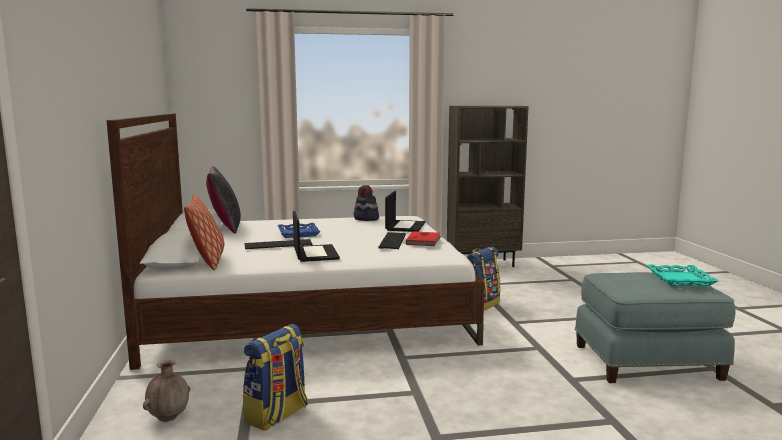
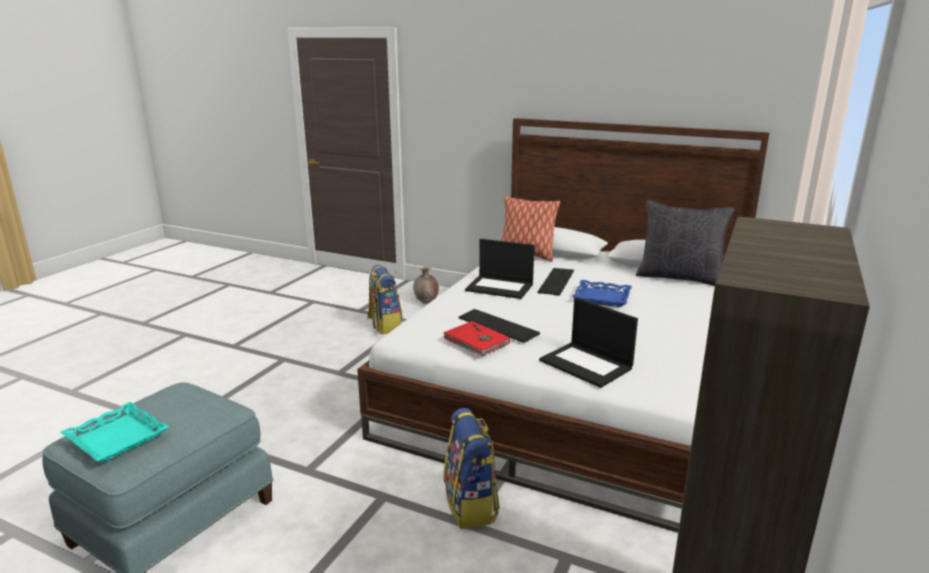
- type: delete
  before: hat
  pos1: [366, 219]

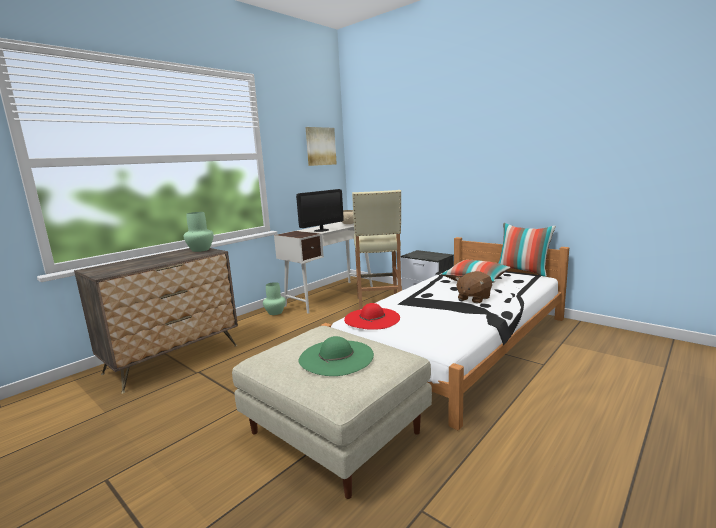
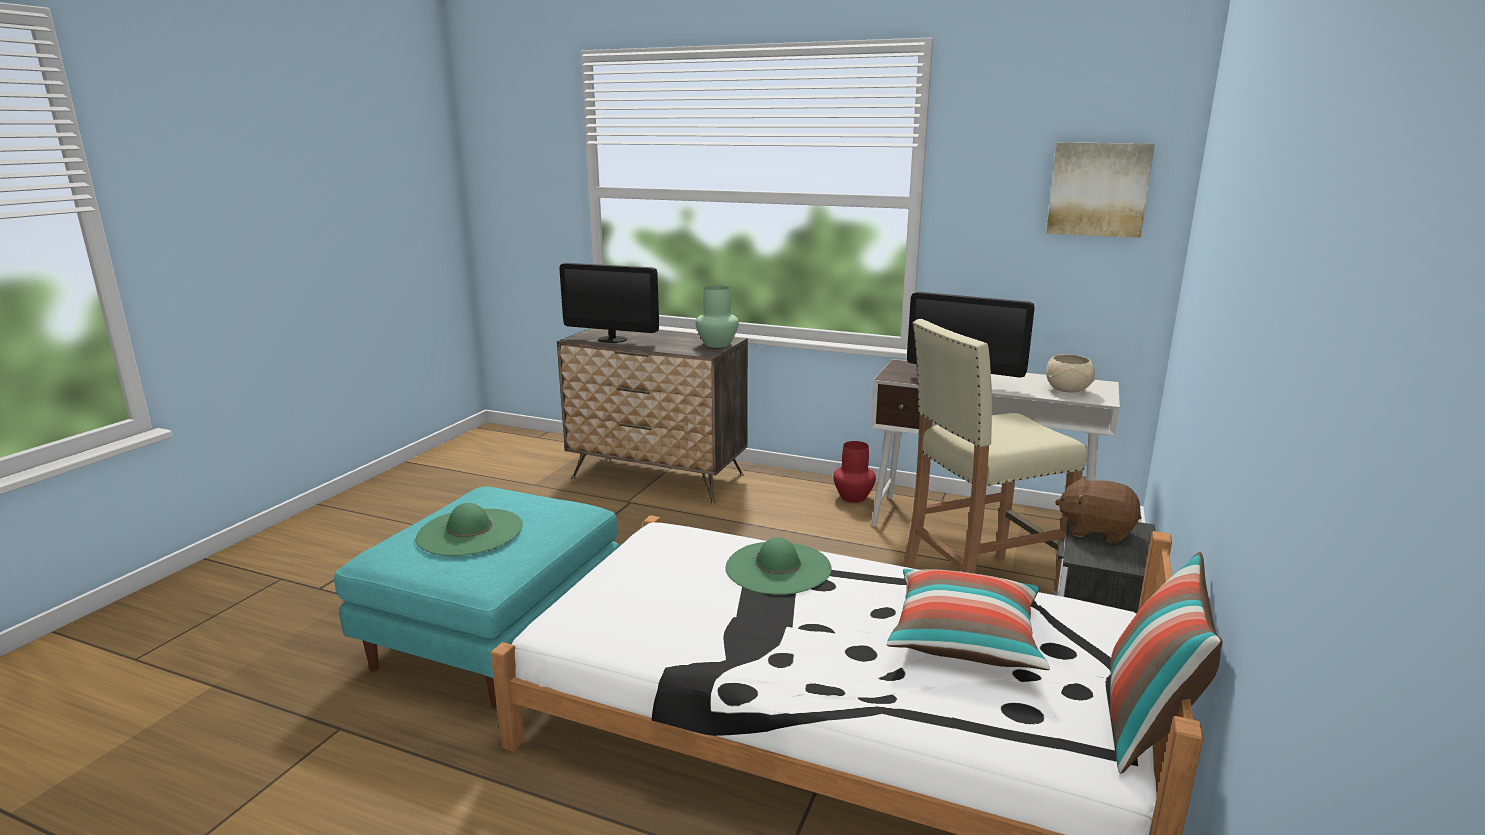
- type: recolor
  before: beige pouffe
  after: blue-green pouffe
  pos1: [337, 433]
  pos2: [494, 636]
- type: insert
  after: computer display
  pos2: [612, 339]
- type: insert
  after: green-coloured hat
  pos2: [778, 568]
- type: recolor
  before: green-coloured vase
  after: red vase
  pos1: [275, 312]
  pos2: [854, 497]
- type: move
  before: brown-coloured soft toy
  pos1: [473, 298]
  pos2: [1096, 531]
- type: delete
  before: red hat
  pos1: [372, 318]

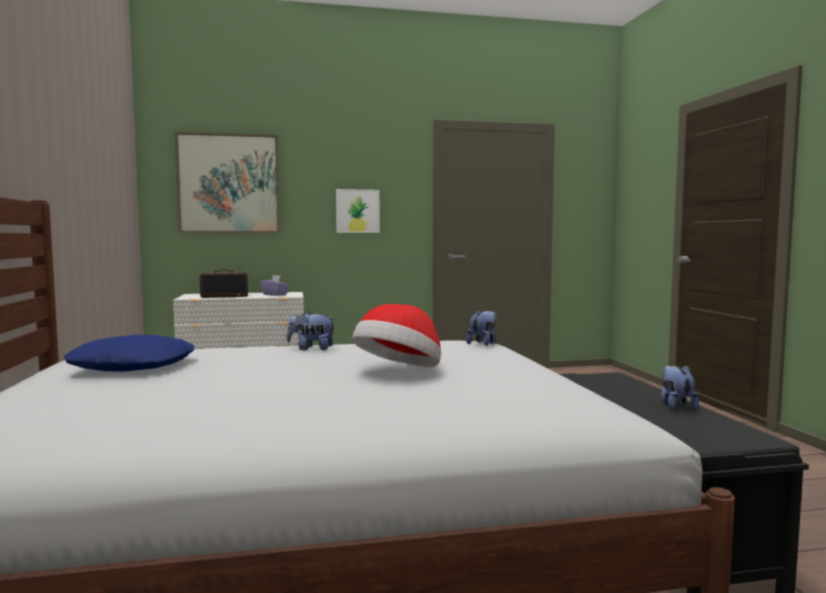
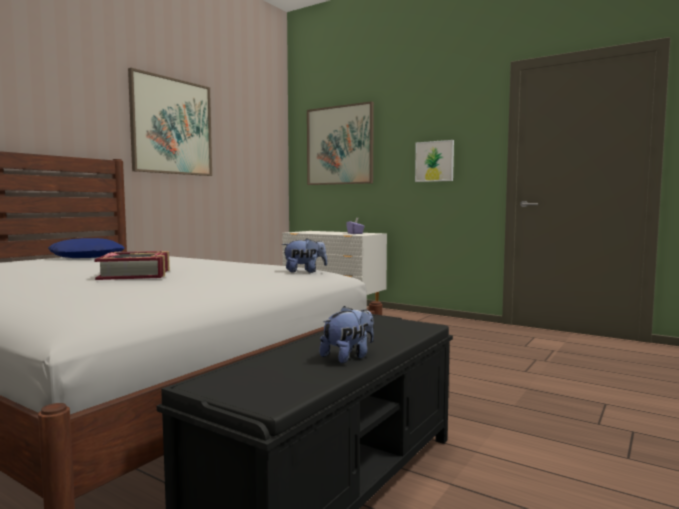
- type: replace
  before: hat
  after: volume
  pos1: [399, 372]
  pos2: [136, 274]
- type: insert
  after: picture
  pos2: [172, 126]
- type: delete
  before: radio
  pos1: [225, 296]
- type: delete
  before: soft toy
  pos1: [311, 349]

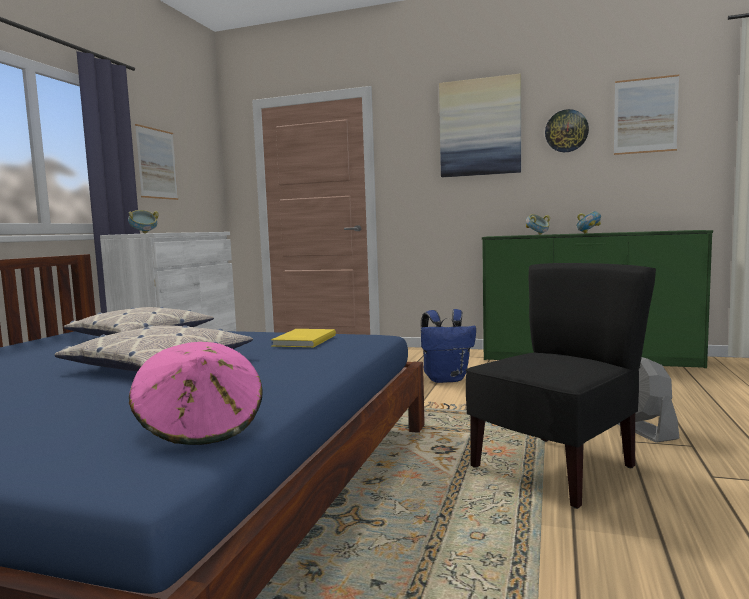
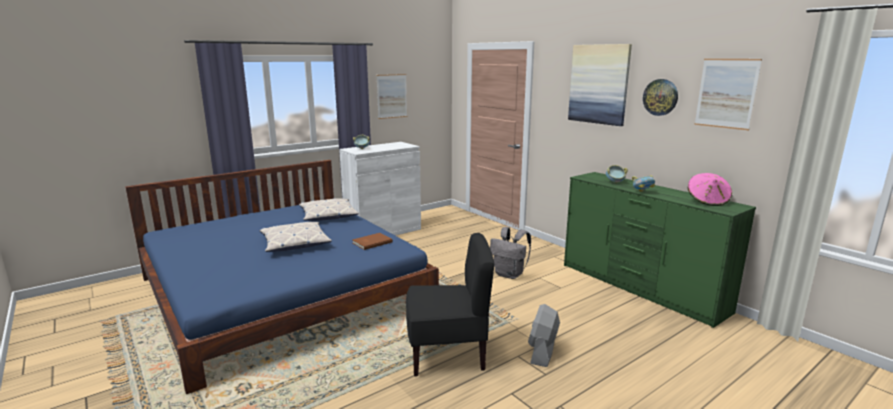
- type: recolor
  before: yellow volume
  after: brown-coloured volume
  pos1: [302, 340]
  pos2: [371, 242]
- type: recolor
  before: bluish knapsack
  after: greyish knapsack
  pos1: [446, 379]
  pos2: [510, 275]
- type: move
  before: pinkish hat
  pos1: [201, 428]
  pos2: [707, 201]

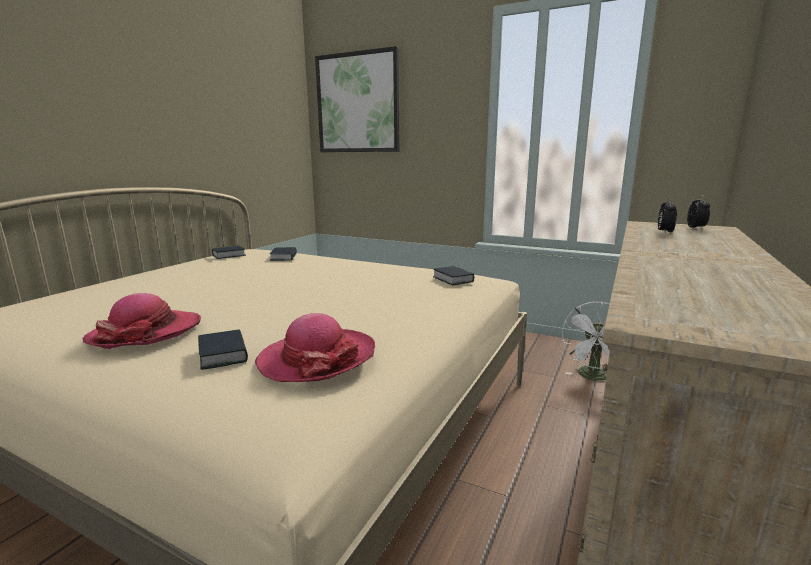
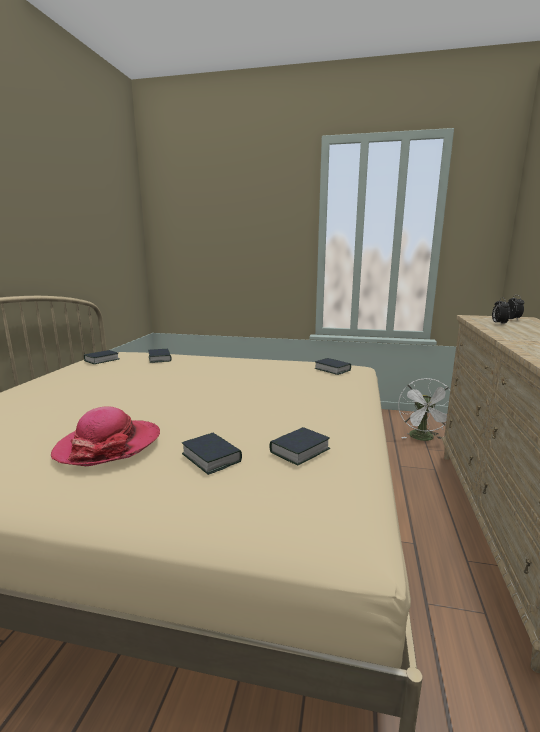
- type: replace
  before: hat
  after: volume
  pos1: [317, 358]
  pos2: [299, 451]
- type: delete
  before: picture
  pos1: [358, 103]

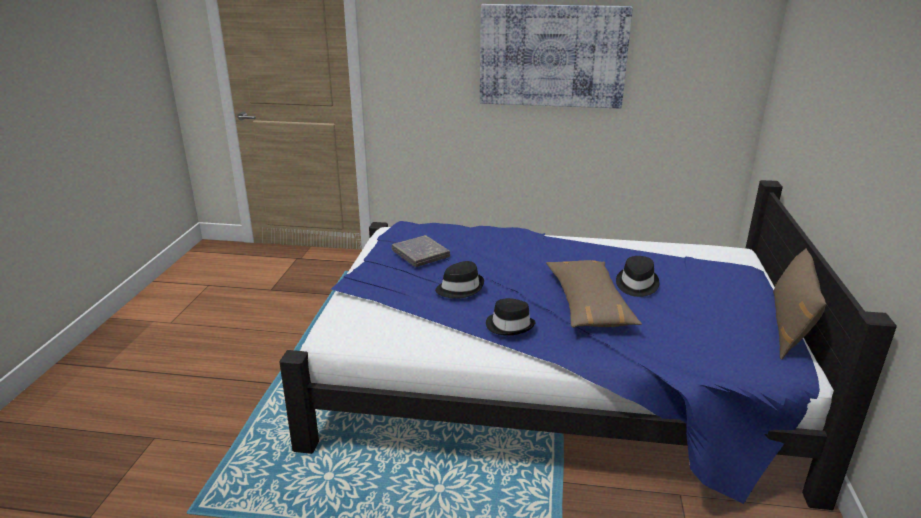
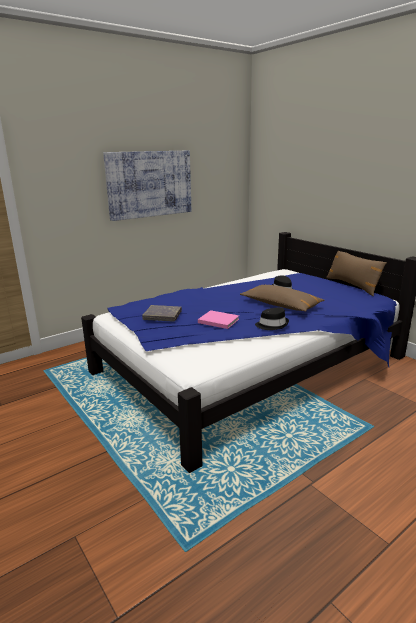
- type: replace
  before: black hat
  after: pinkish volume
  pos1: [460, 288]
  pos2: [217, 320]

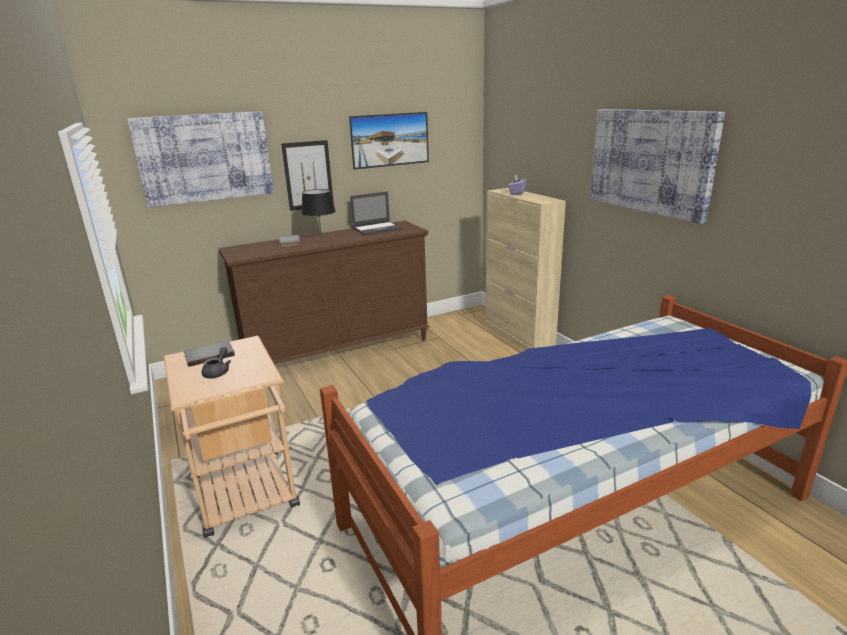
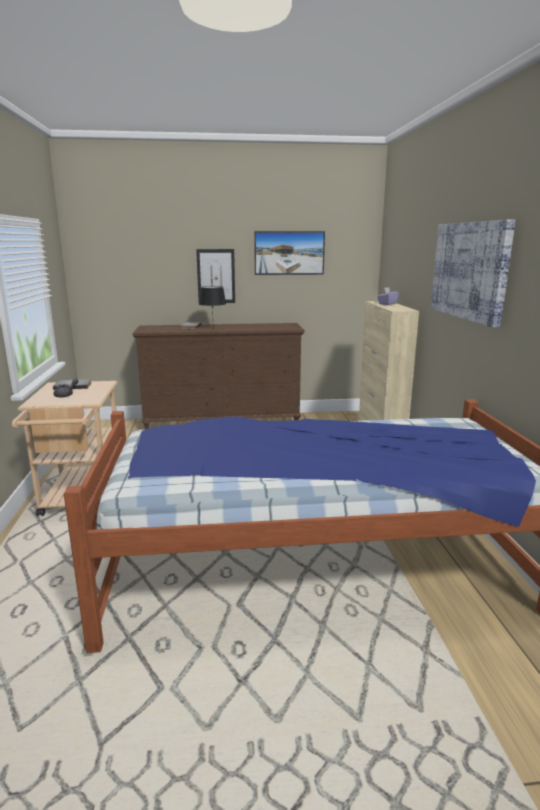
- type: delete
  before: picture
  pos1: [205, 157]
- type: delete
  before: laptop
  pos1: [377, 229]

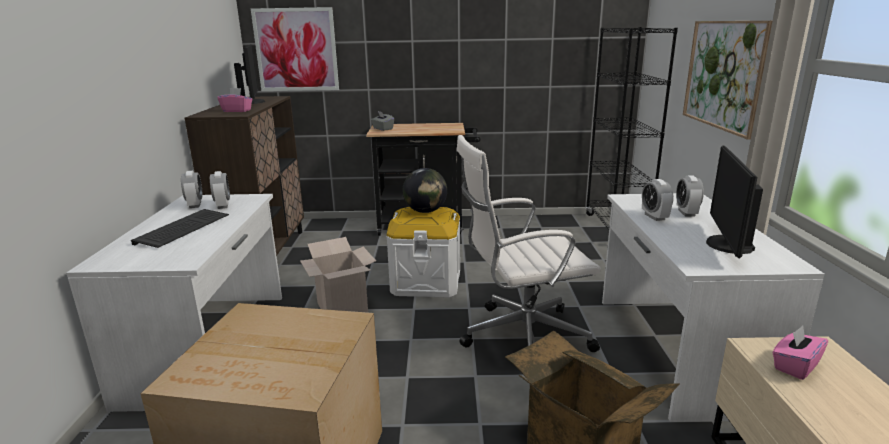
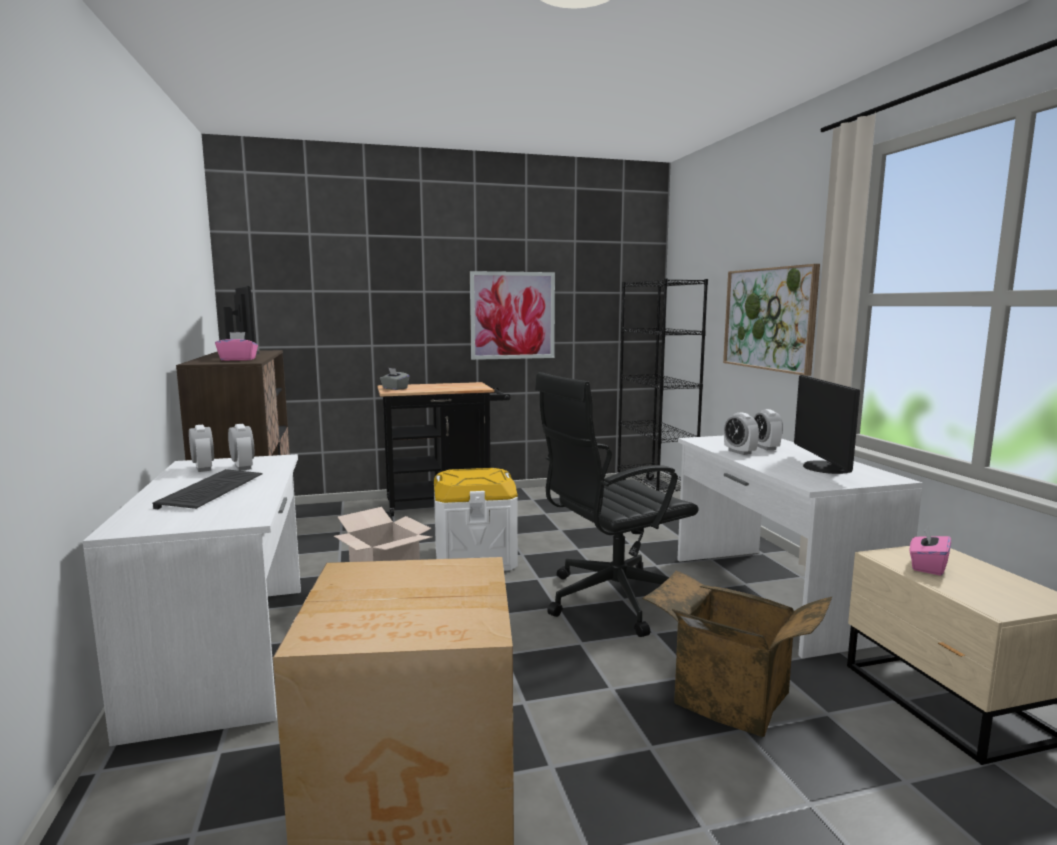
- type: move
  before: picture
  pos1: [296, 50]
  pos2: [512, 315]
- type: recolor
  before: whitish office chair
  after: black office chair
  pos1: [522, 337]
  pos2: [611, 600]
- type: delete
  before: world globe
  pos1: [425, 211]

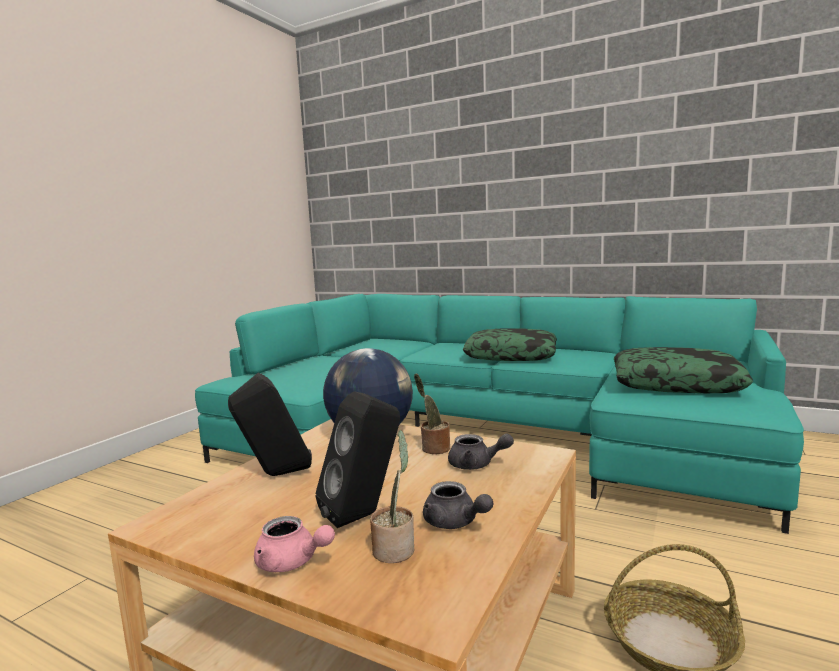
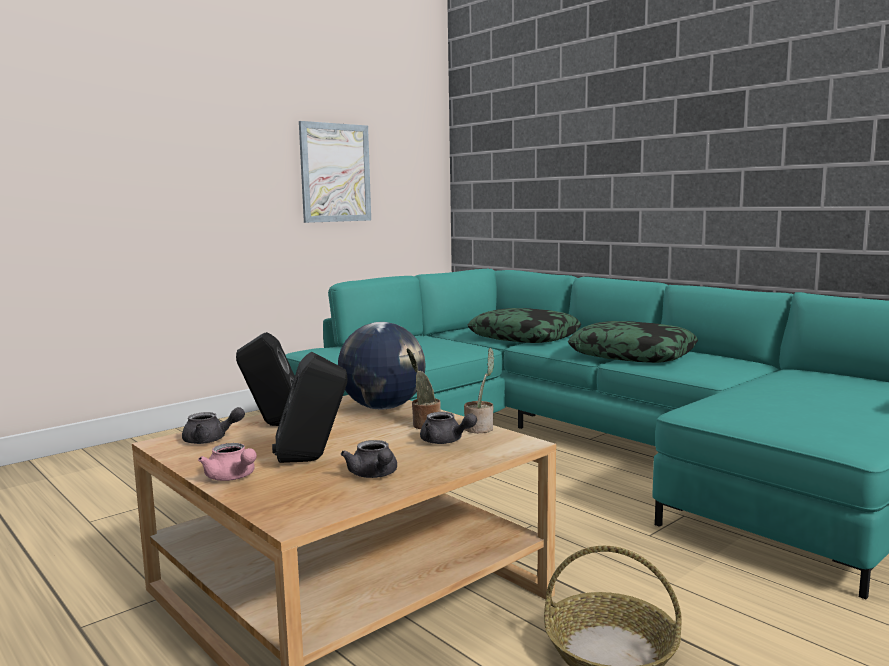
- type: insert
  after: greyish pot for tea
  pos2: [210, 440]
- type: insert
  after: picture
  pos2: [335, 173]
- type: move
  before: plant in a pot
  pos1: [395, 549]
  pos2: [480, 428]
- type: move
  before: cushion
  pos1: [675, 383]
  pos2: [524, 337]

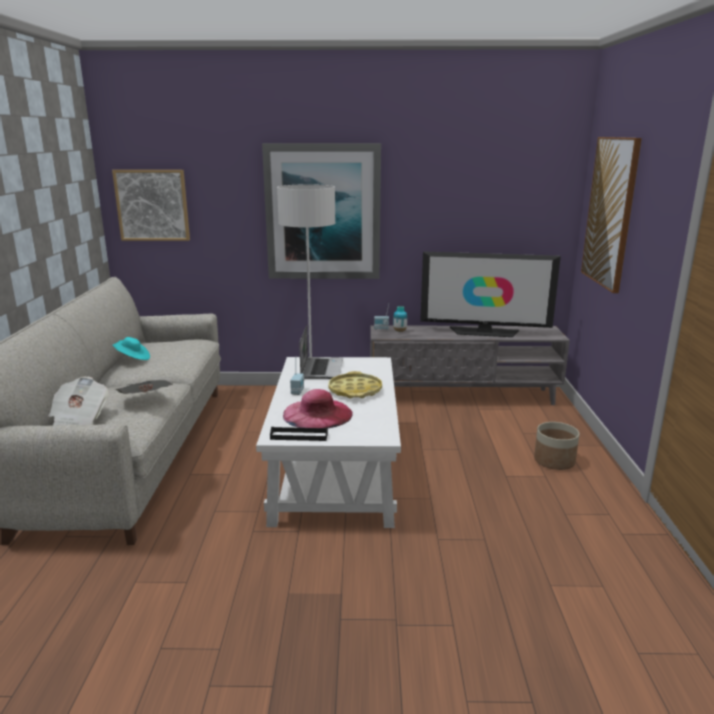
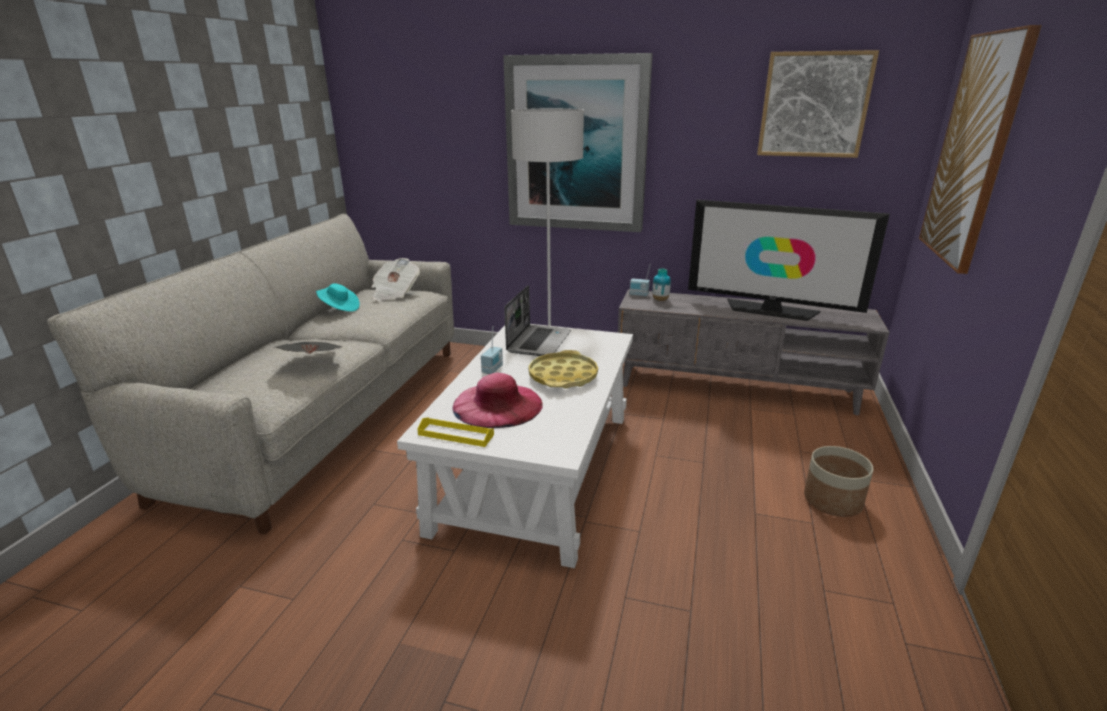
- type: move
  before: newspaper
  pos1: [78, 420]
  pos2: [395, 293]
- type: recolor
  before: black serving tray
  after: yellow serving tray
  pos1: [299, 436]
  pos2: [456, 435]
- type: move
  before: picture
  pos1: [152, 205]
  pos2: [814, 105]

